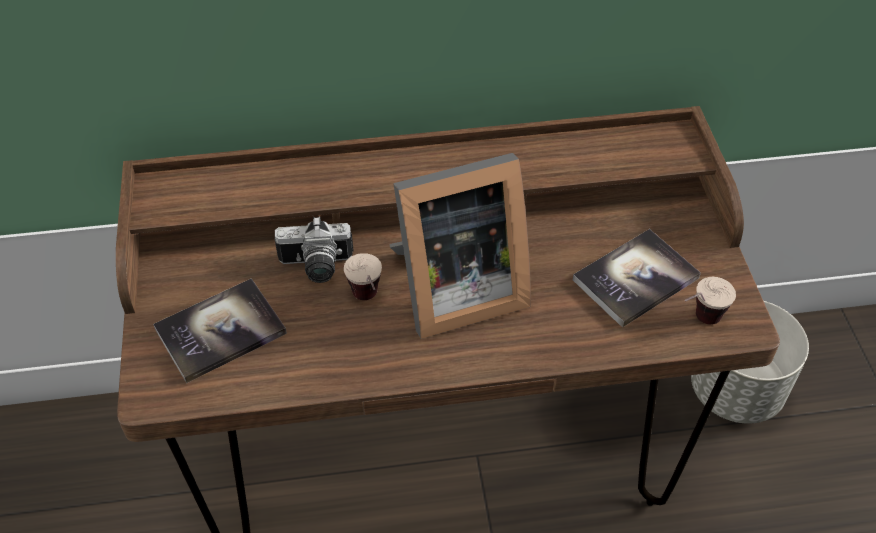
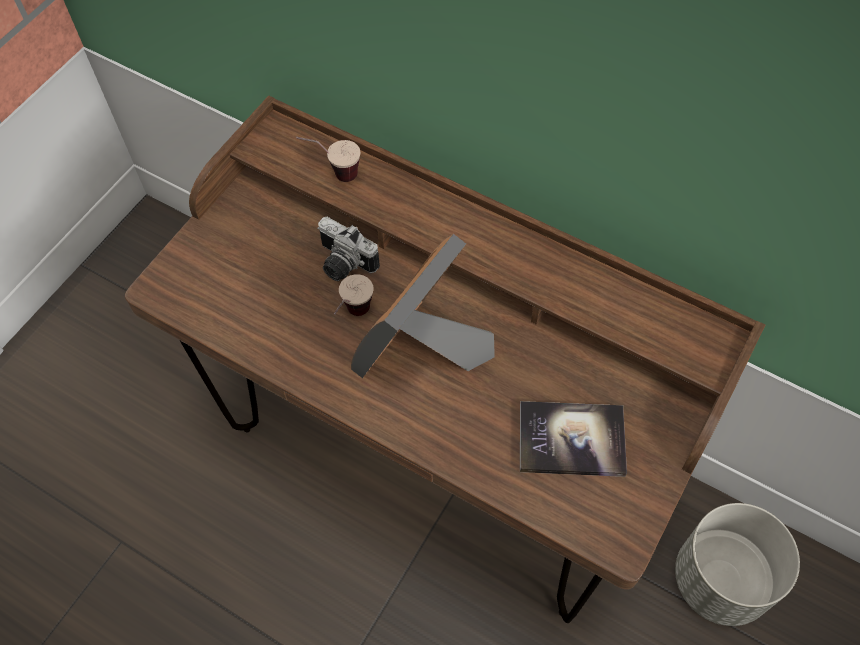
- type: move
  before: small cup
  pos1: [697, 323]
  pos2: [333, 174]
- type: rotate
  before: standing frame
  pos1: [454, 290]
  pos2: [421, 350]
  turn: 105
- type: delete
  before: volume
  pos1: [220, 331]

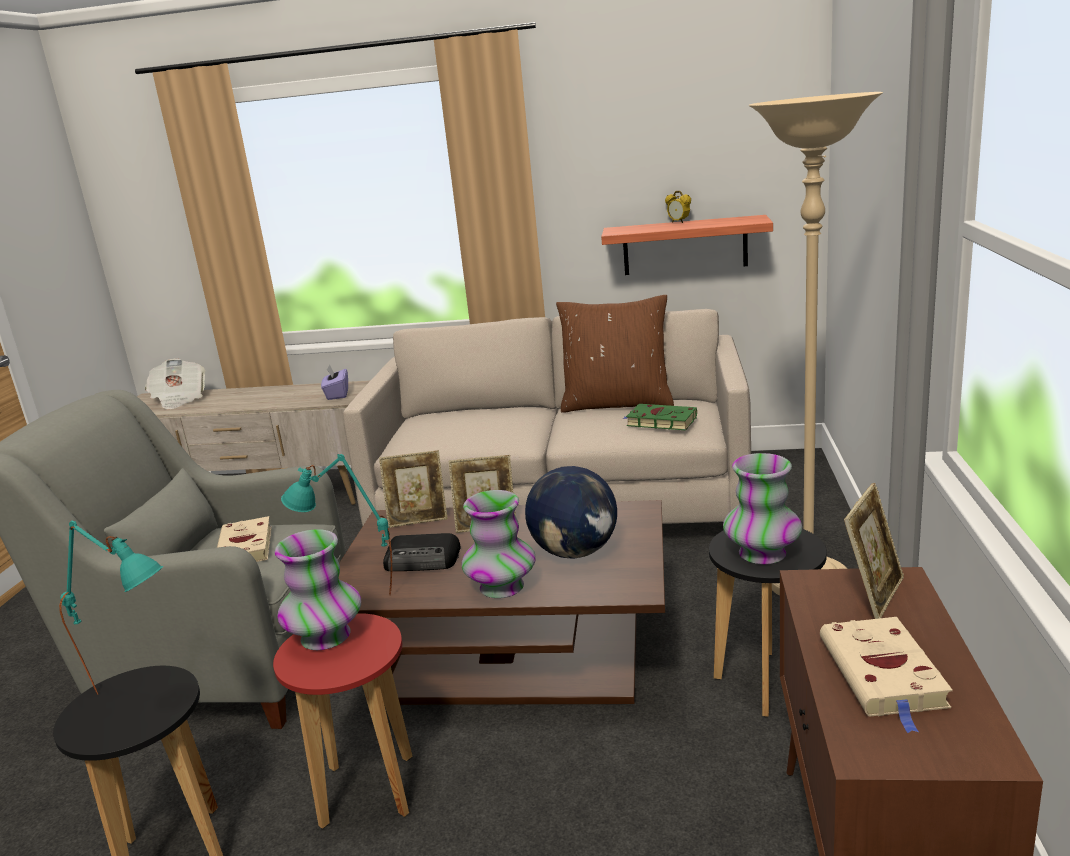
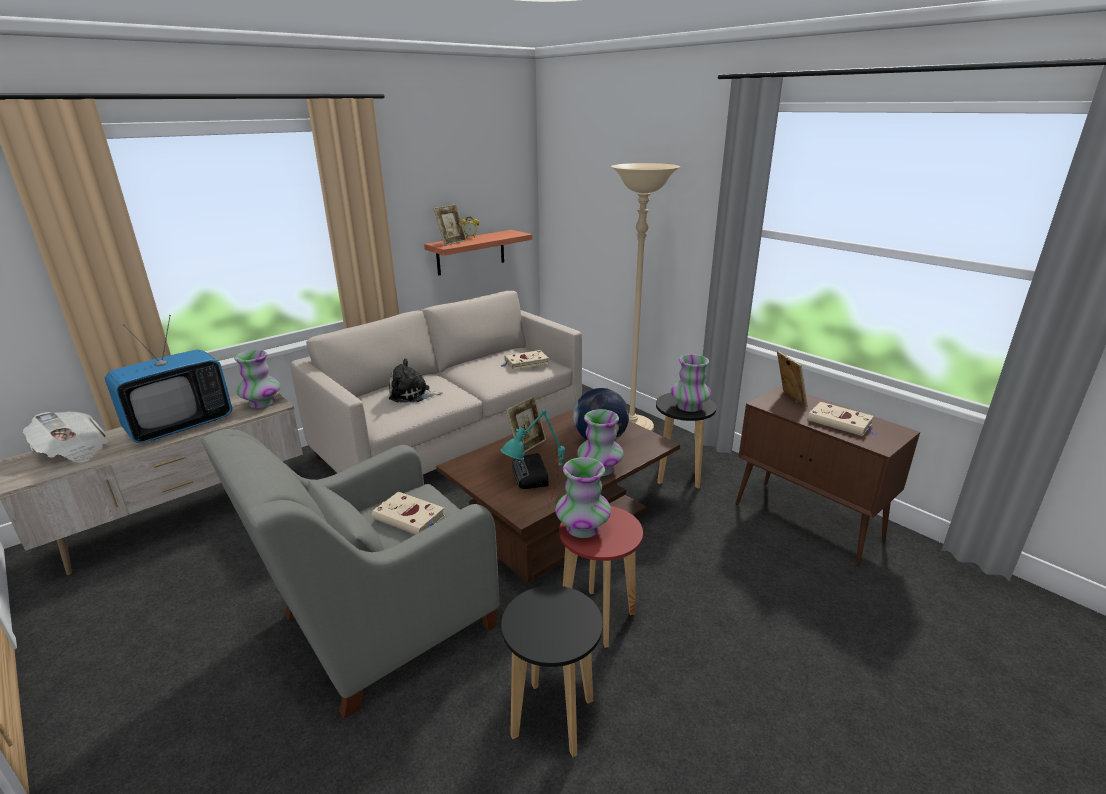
- type: insert
  after: TV
  pos2: [180, 425]
- type: replace
  before: purple-coloured tissue box
  after: vase
  pos1: [337, 394]
  pos2: [262, 403]
- type: insert
  after: soft toy
  pos2: [412, 394]
- type: move
  before: standing frame
  pos1: [418, 519]
  pos2: [452, 242]
- type: recolor
  before: green-coloured volume
  after: beige volume
  pos1: [659, 421]
  pos2: [525, 363]
- type: rotate
  before: radio
  pos1: [423, 560]
  pos2: [530, 475]
  turn: 120
- type: delete
  before: blue-green lamp for a table
  pos1: [142, 689]
- type: delete
  before: brown-coloured cushion
  pos1: [617, 403]

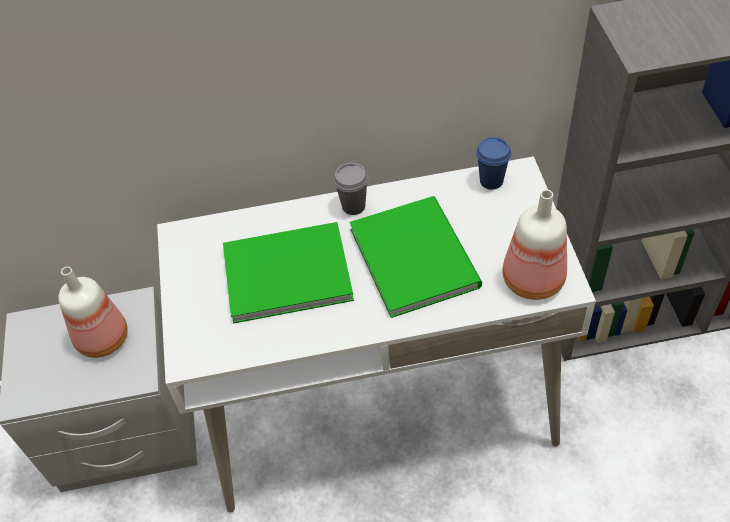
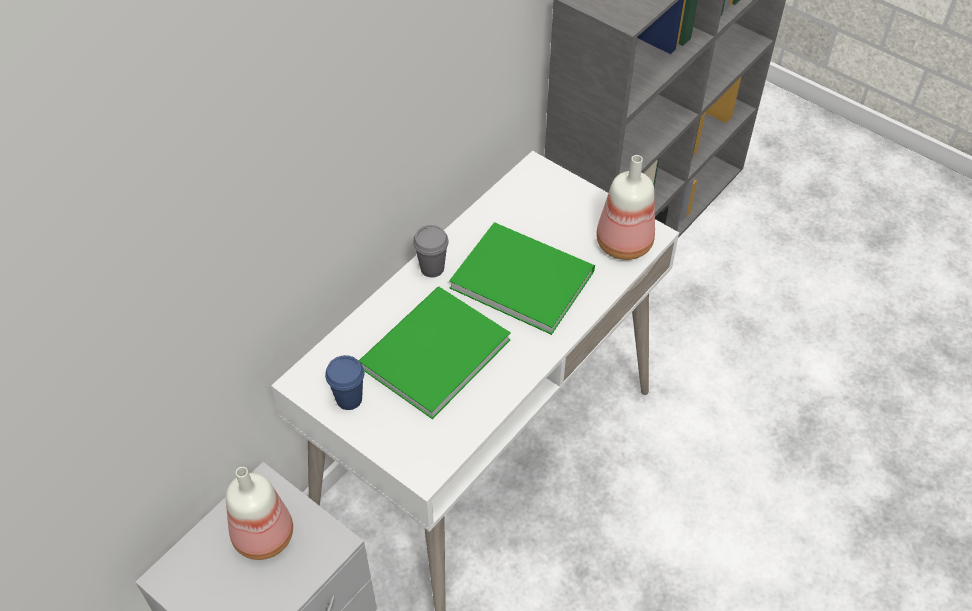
- type: move
  before: bluish small cup
  pos1: [491, 181]
  pos2: [349, 399]

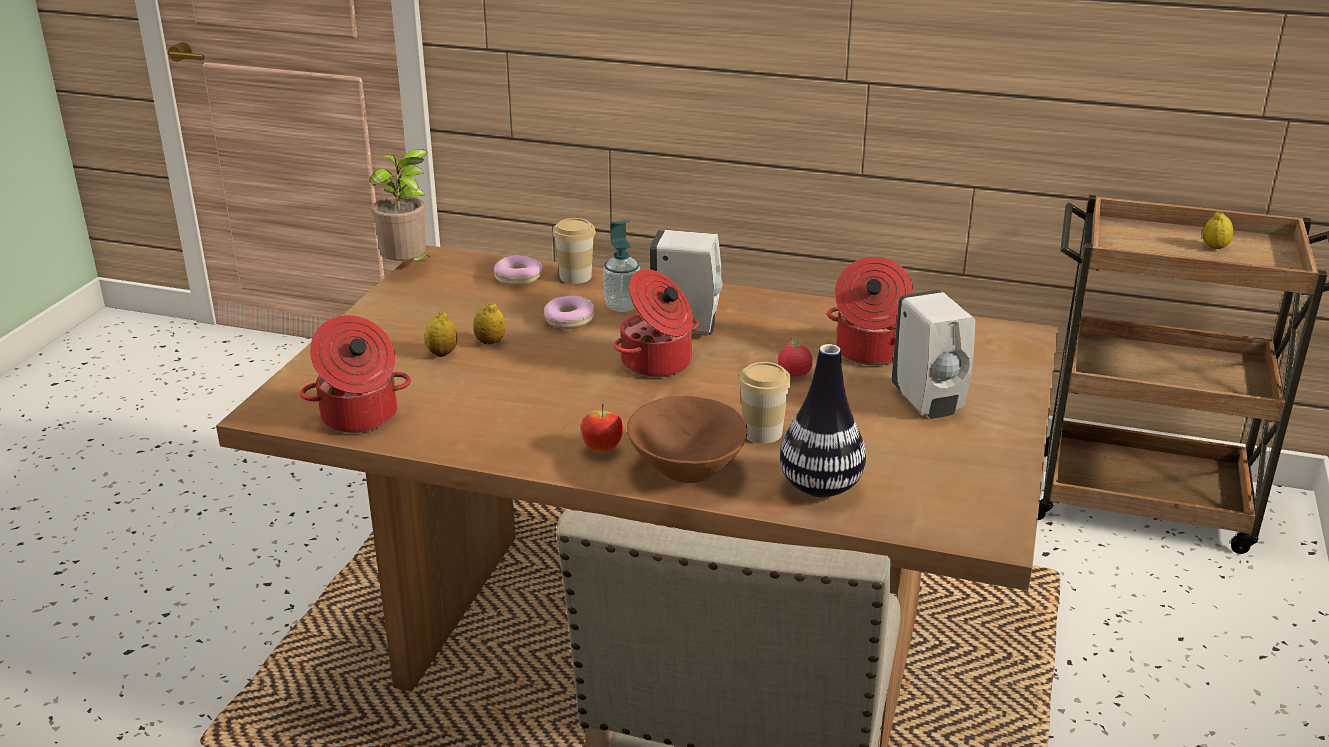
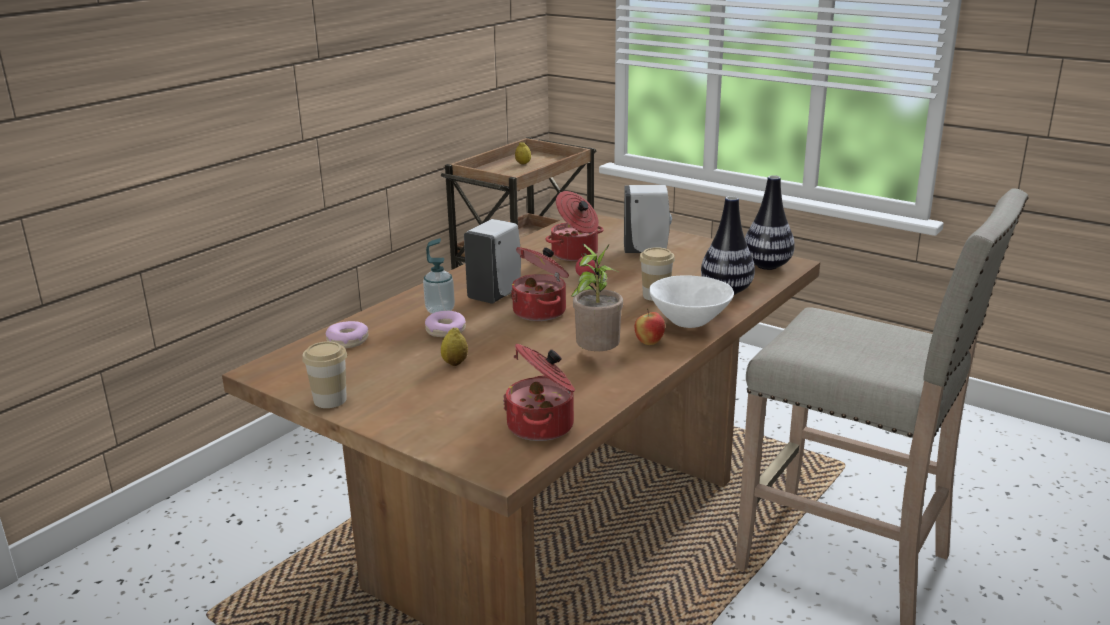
- type: move
  before: small cup
  pos1: [575, 276]
  pos2: [330, 400]
- type: move
  before: plant in a pot
  pos1: [408, 268]
  pos2: [596, 357]
- type: recolor
  before: brown-coloured bowl
  after: whitish bowl
  pos1: [687, 471]
  pos2: [690, 322]
- type: insert
  after: vase
  pos2: [767, 266]
- type: delete
  before: whole lemon
  pos1: [442, 353]

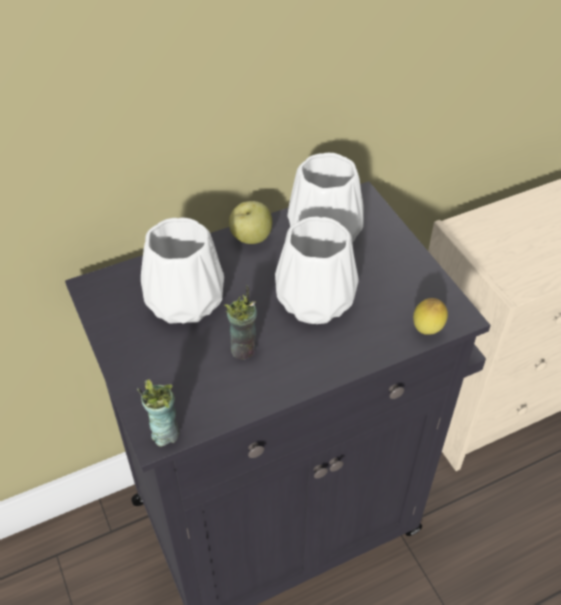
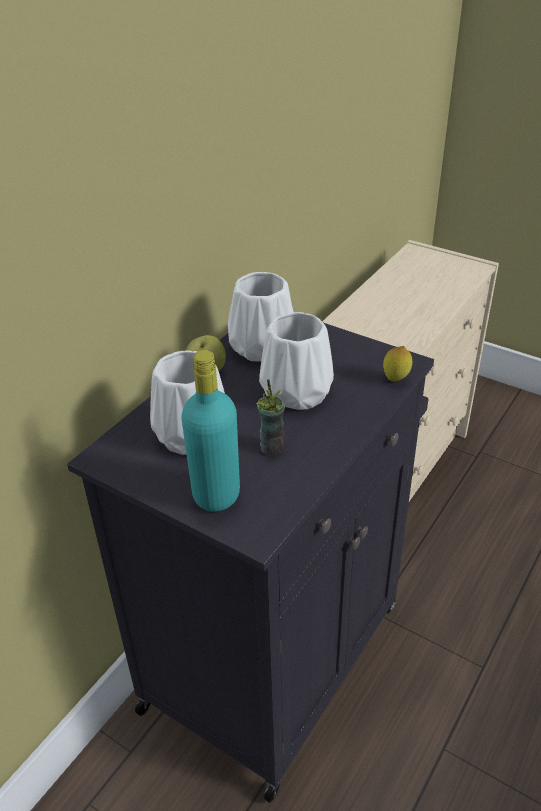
- type: insert
  after: blue-green bottle
  pos2: [216, 495]
- type: delete
  before: small cup
  pos1: [165, 433]

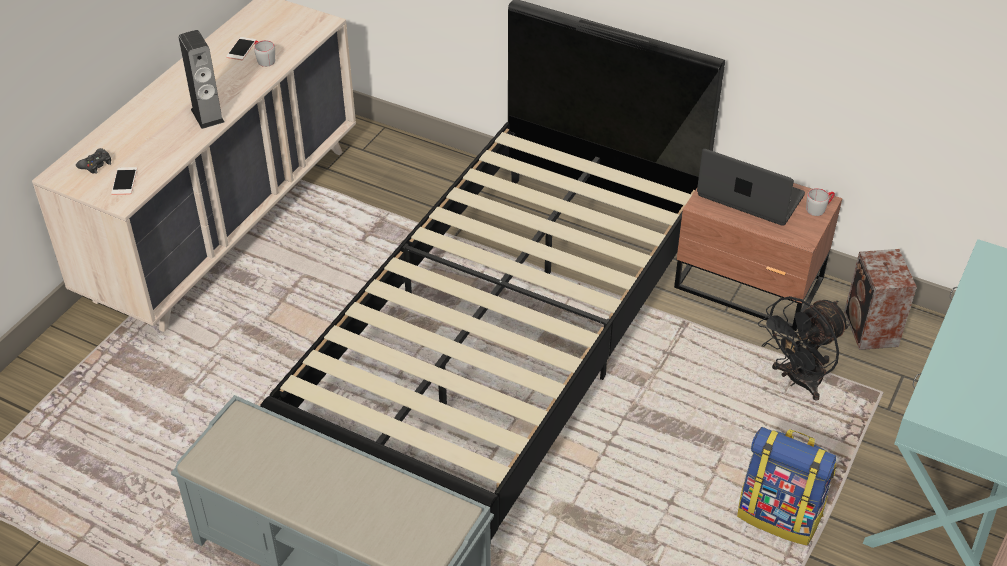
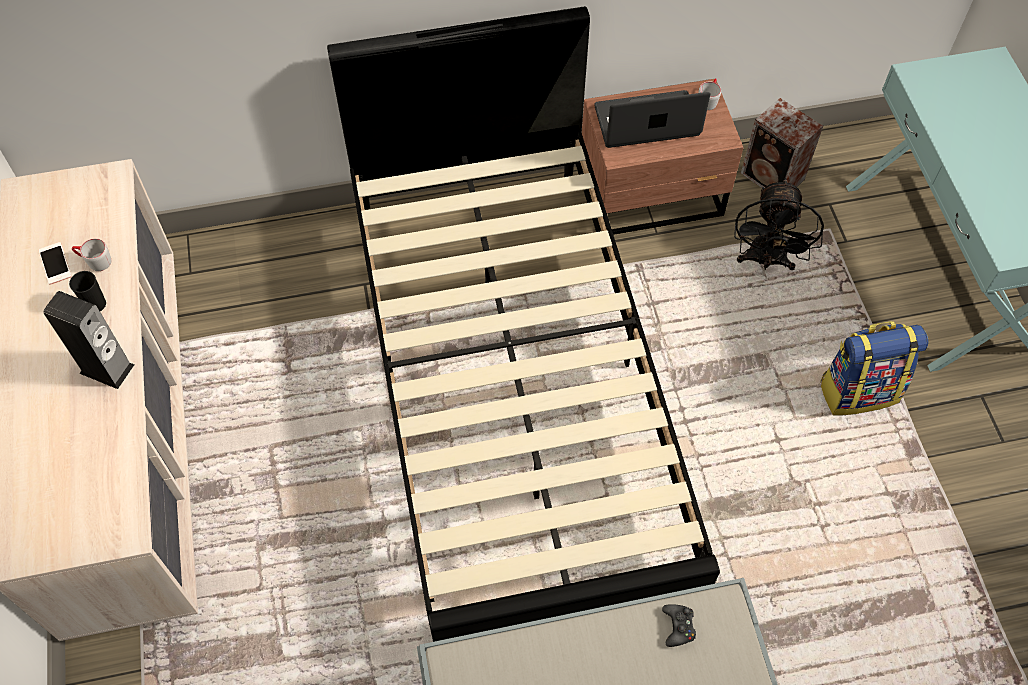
- type: insert
  after: black small cup
  pos2: [96, 304]
- type: move
  before: black gamepad
  pos1: [96, 165]
  pos2: [678, 627]
- type: delete
  before: phone
  pos1: [124, 181]

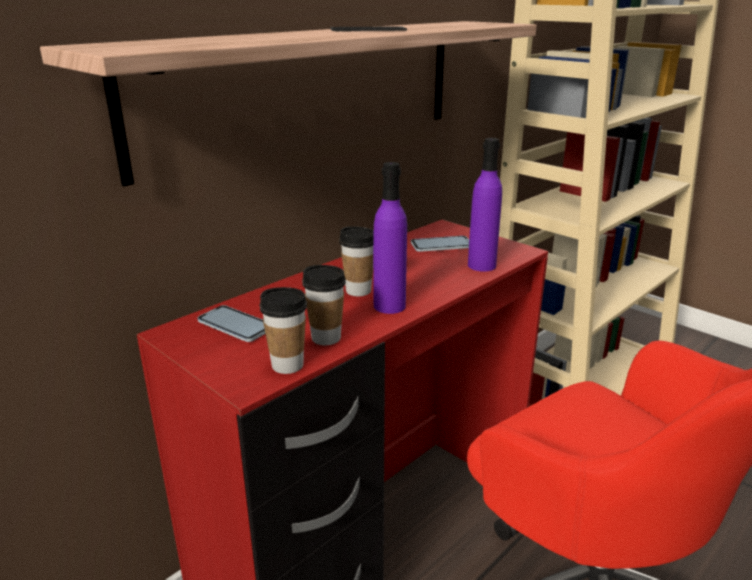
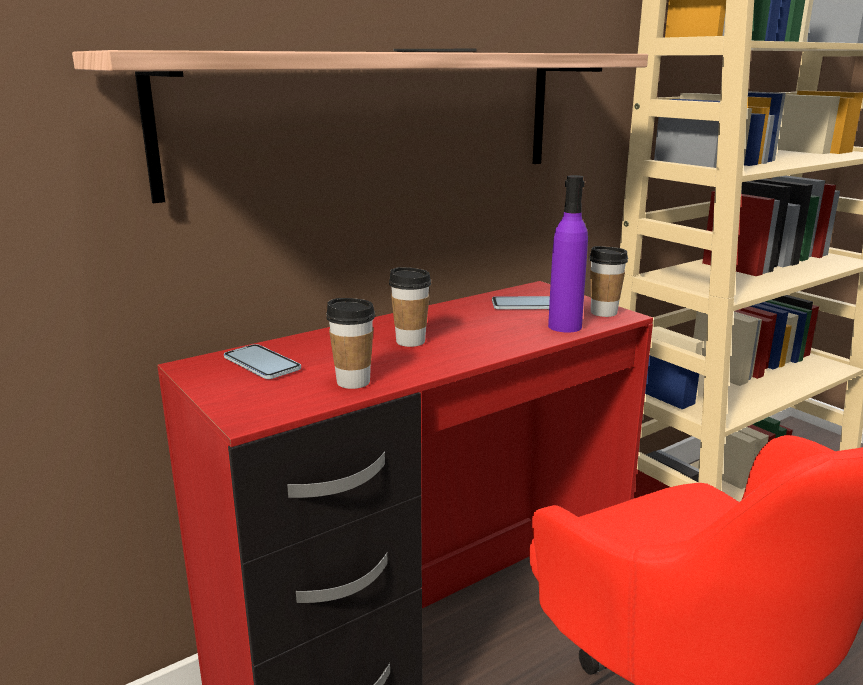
- type: move
  before: small cup
  pos1: [287, 365]
  pos2: [603, 312]
- type: delete
  before: purple-coloured bottle
  pos1: [389, 306]

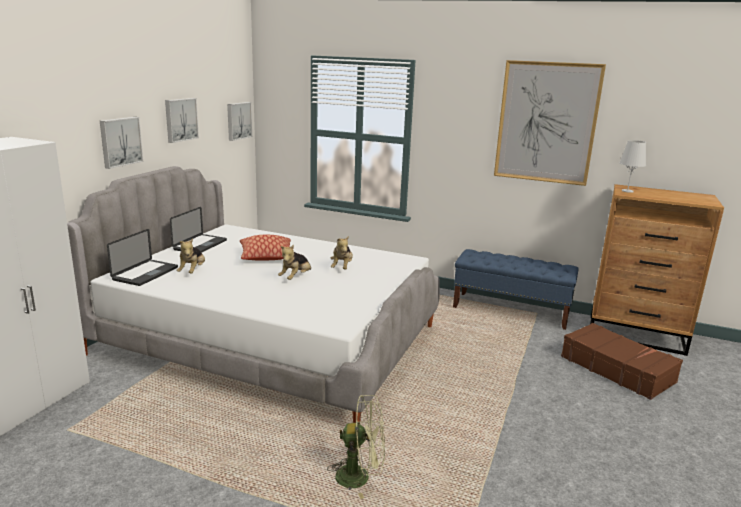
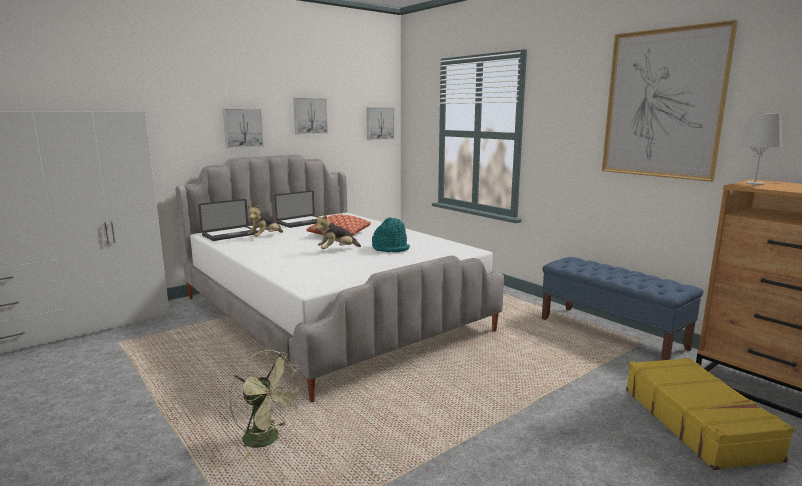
- type: replace
  before: soft toy
  after: blue-green hat
  pos1: [342, 267]
  pos2: [391, 248]
- type: recolor
  before: brown-coloured piece of luggage
  after: yellow piece of luggage
  pos1: [617, 369]
  pos2: [698, 422]

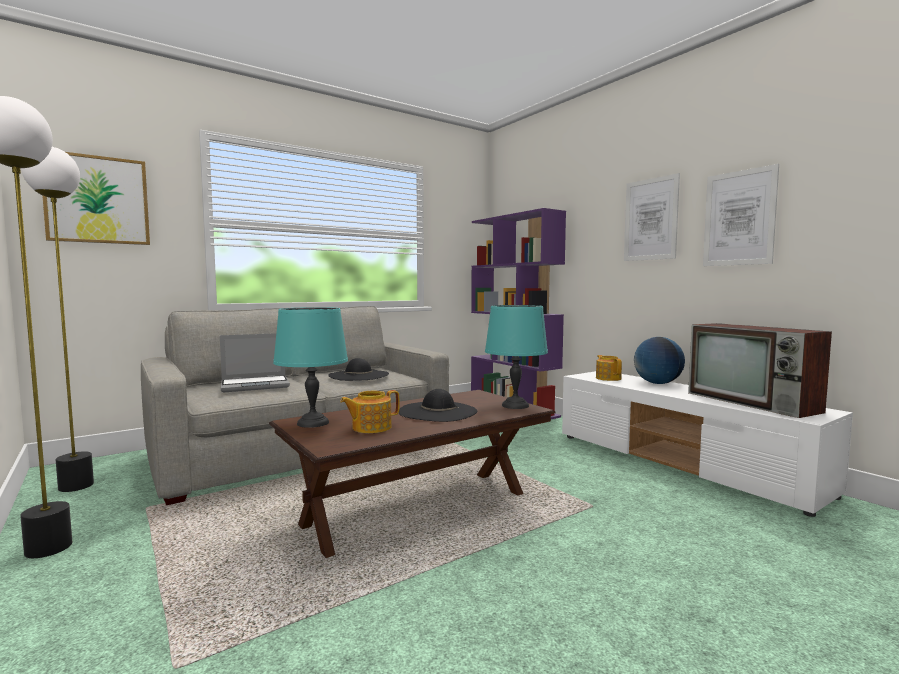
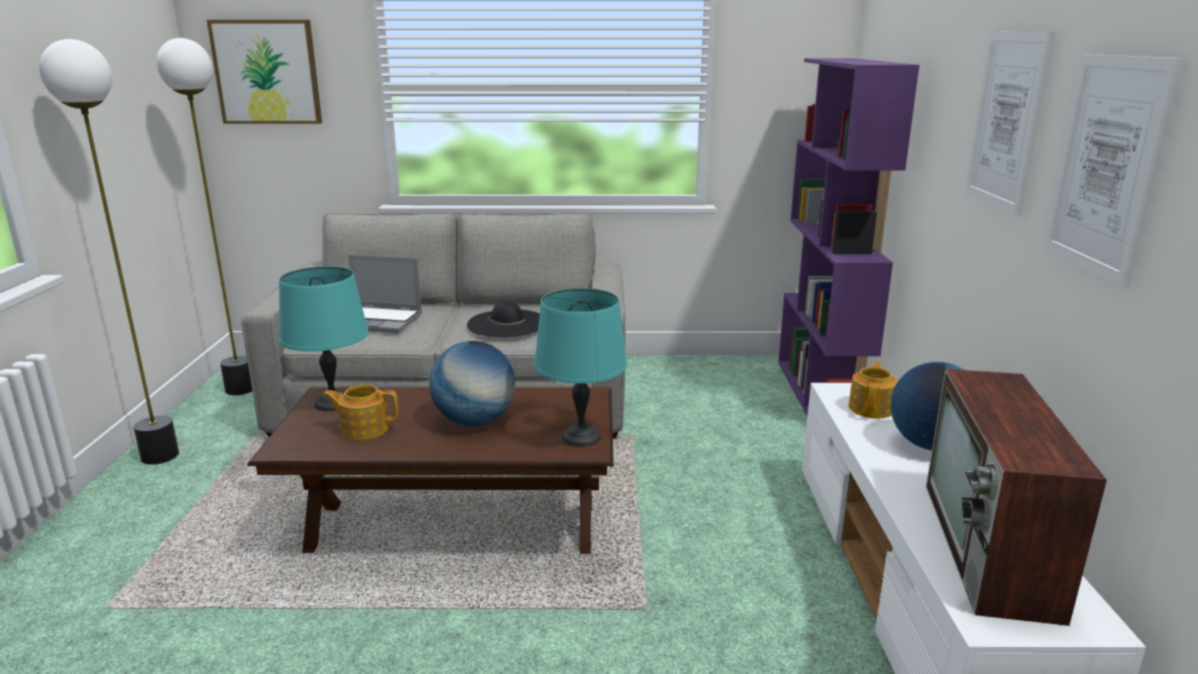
- type: replace
  before: black hat
  after: world globe
  pos1: [438, 411]
  pos2: [474, 421]

